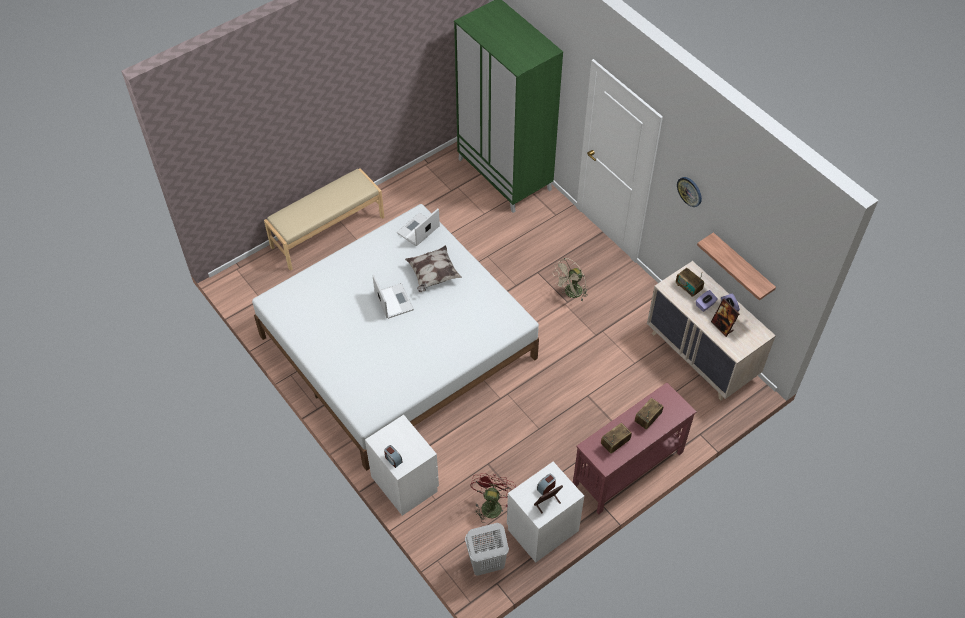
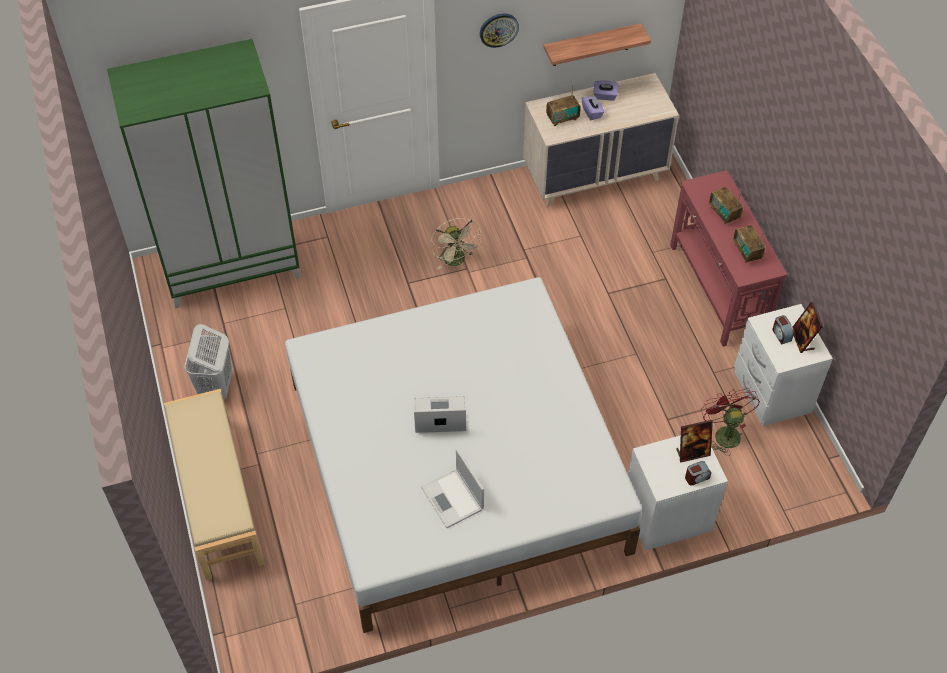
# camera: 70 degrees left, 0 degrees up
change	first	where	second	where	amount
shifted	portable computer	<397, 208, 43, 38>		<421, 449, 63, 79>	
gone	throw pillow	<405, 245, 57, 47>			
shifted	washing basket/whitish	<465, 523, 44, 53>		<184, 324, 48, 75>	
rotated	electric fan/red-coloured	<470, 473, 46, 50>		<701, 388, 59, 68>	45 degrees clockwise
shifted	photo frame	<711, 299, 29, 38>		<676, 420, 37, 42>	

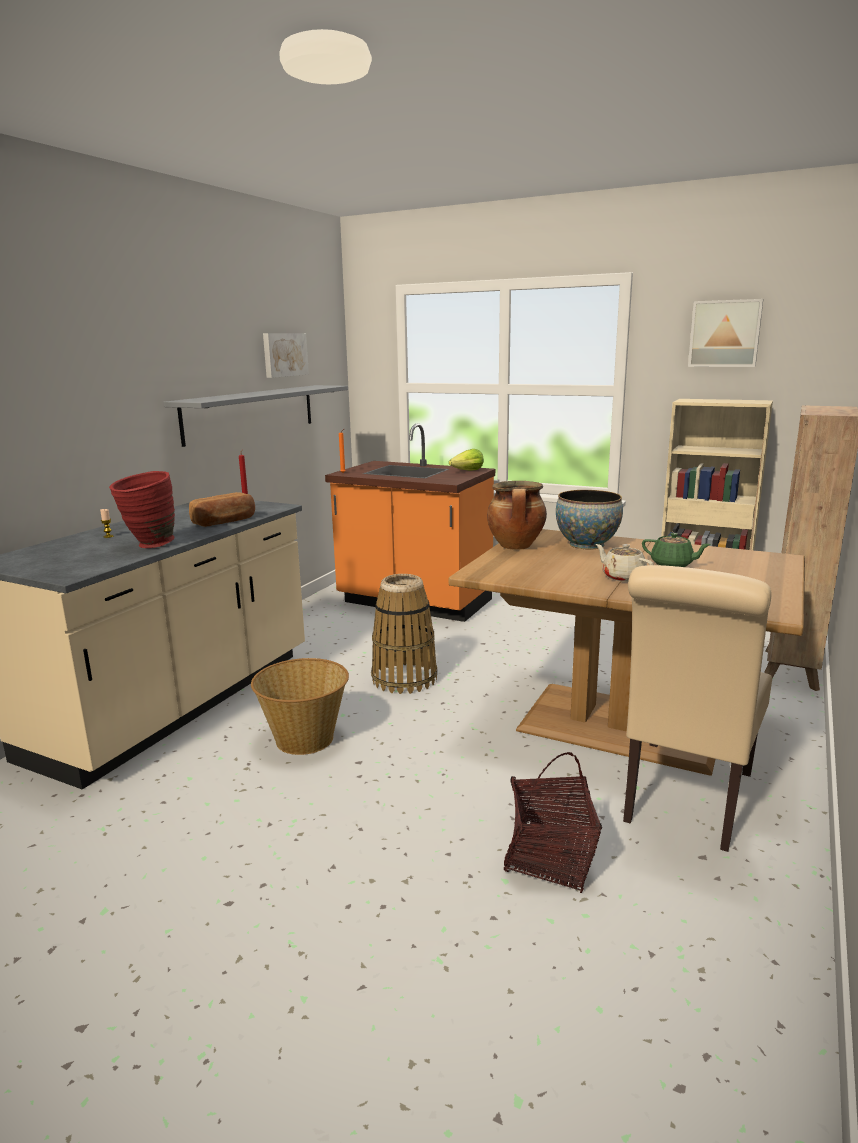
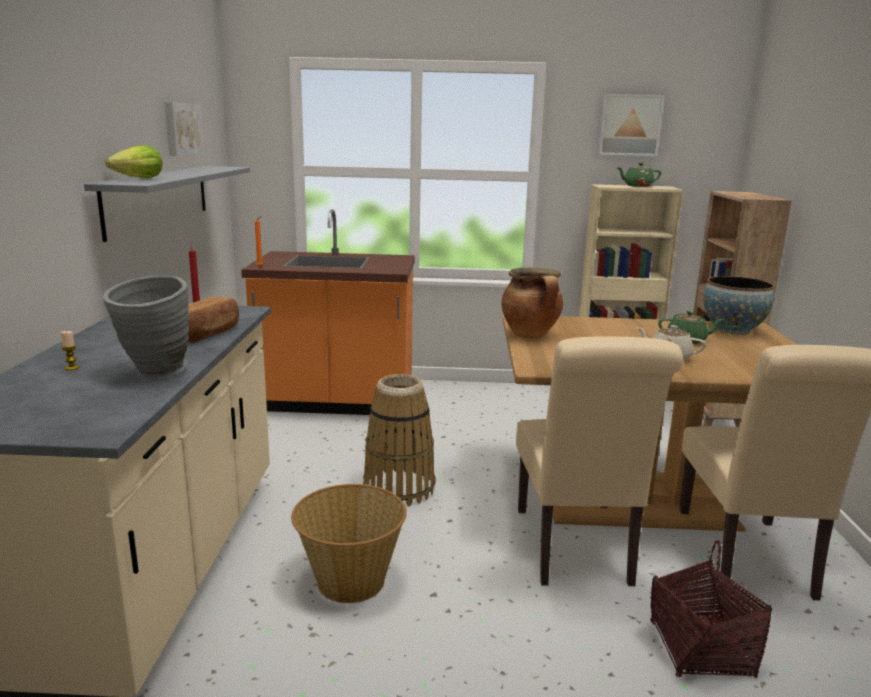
# camera: 25 degrees left, 0 degrees up
change	first	where	second	where	amount
repainted	decorative vase/red-coloured	<109, 471, 66, 77>	decorative vase/gray	<103, 276, 86, 103>	
shifted	head of lettuce	<449, 449, 35, 22>		<105, 145, 58, 33>	
shifted	deep dish	<556, 490, 67, 60>		<703, 276, 71, 59>	
new			upright chair/beige	<516, 336, 167, 250>	
new			teapot/green-coloured	<616, 163, 45, 24>	

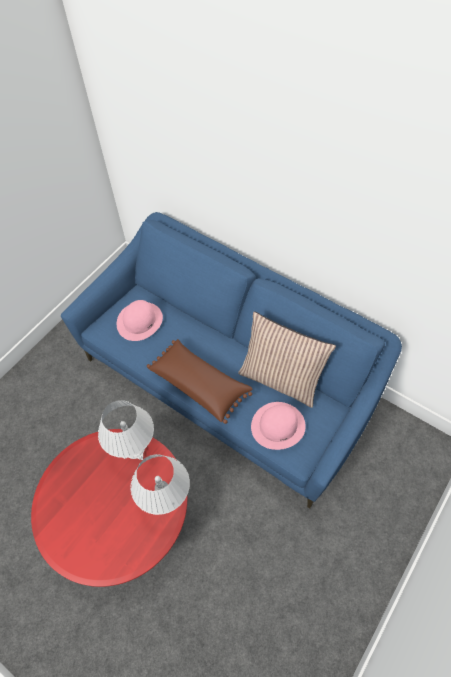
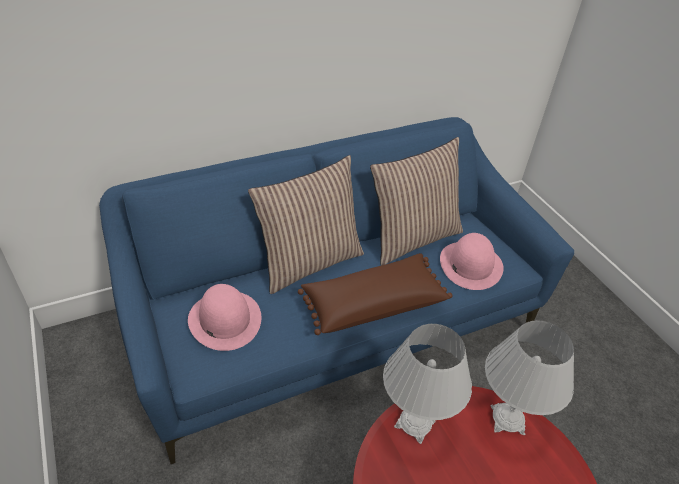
# camera: 65 degrees left, 15 degrees down
change	first	where	second	where	amount
new			throw pillow	<248, 155, 116, 139>	

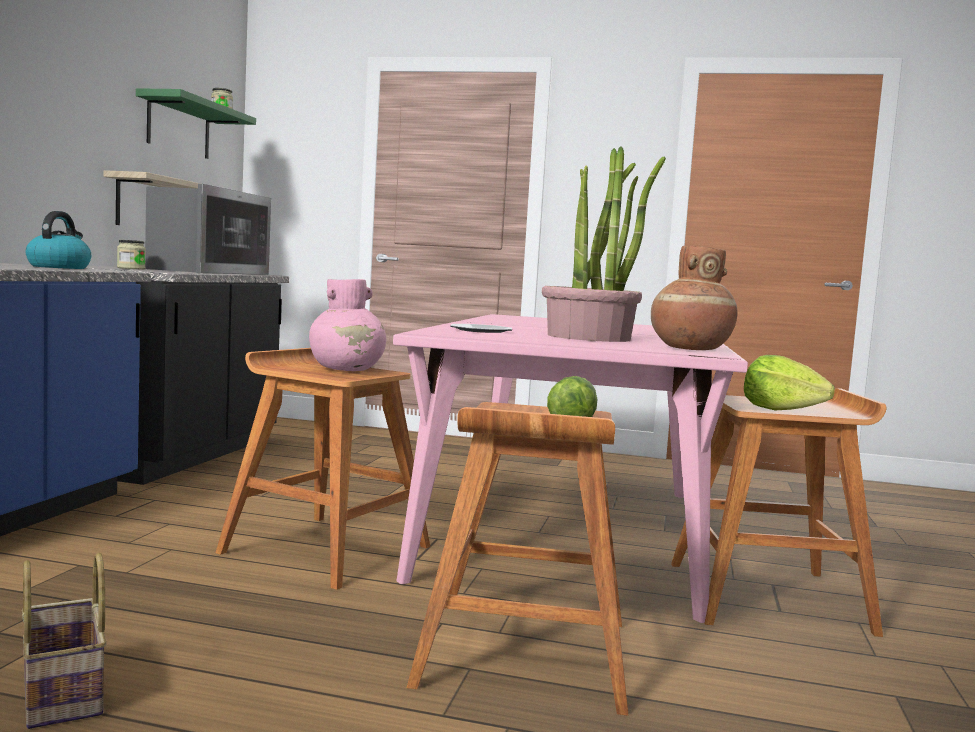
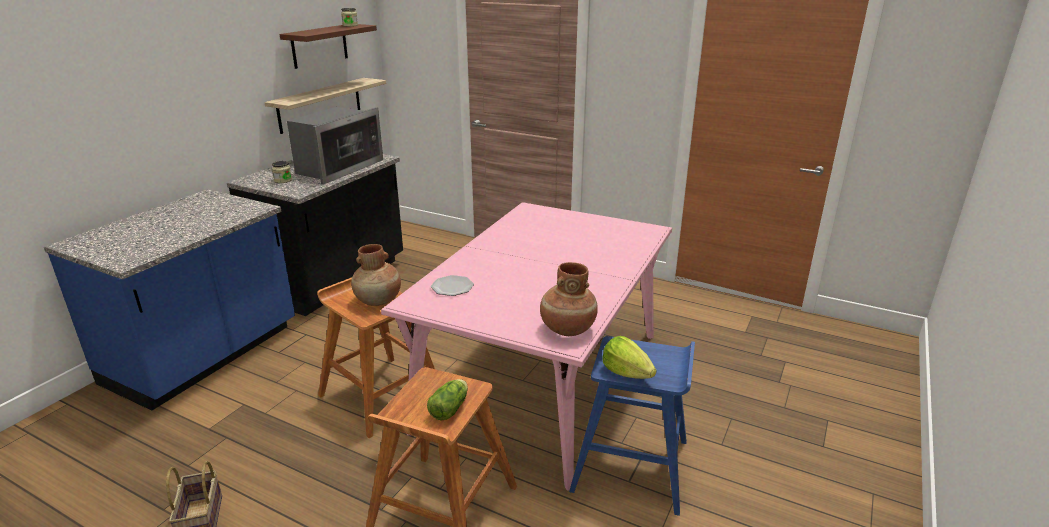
# camera: 15 degrees right, 20 degrees up
change	first	where	second	where	amount
gone	tea kettle	<25, 211, 66, 58>			
repainted	bracket shelf/green-coloured	<136, 88, 120, 71>	bracket shelf/brown-coloured	<279, 24, 98, 45>	
repainted	decorative vase/pink-coloured	<309, 279, 77, 92>	decorative vase/brown-coloured	<351, 244, 50, 62>	
gone	plant in a pot	<542, 146, 124, 196>			
repainted	stool seat/brown-coloured	<671, 388, 215, 249>	stool seat/blue	<569, 336, 126, 180>	

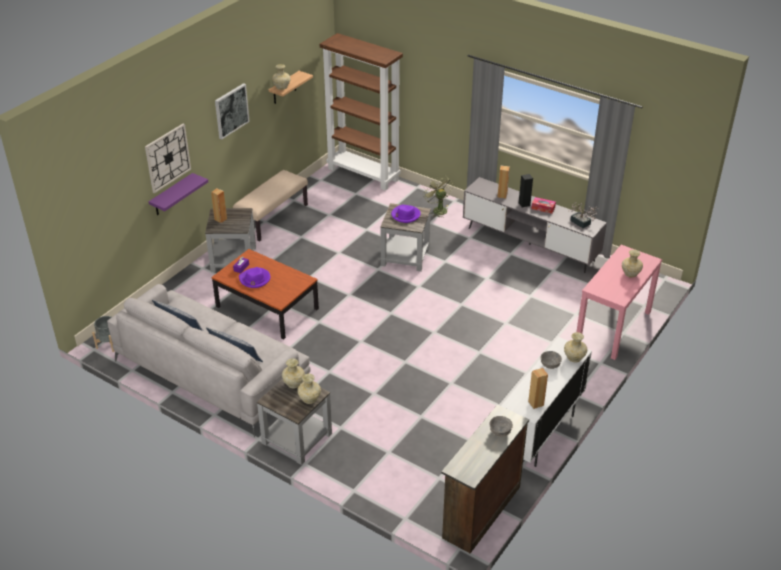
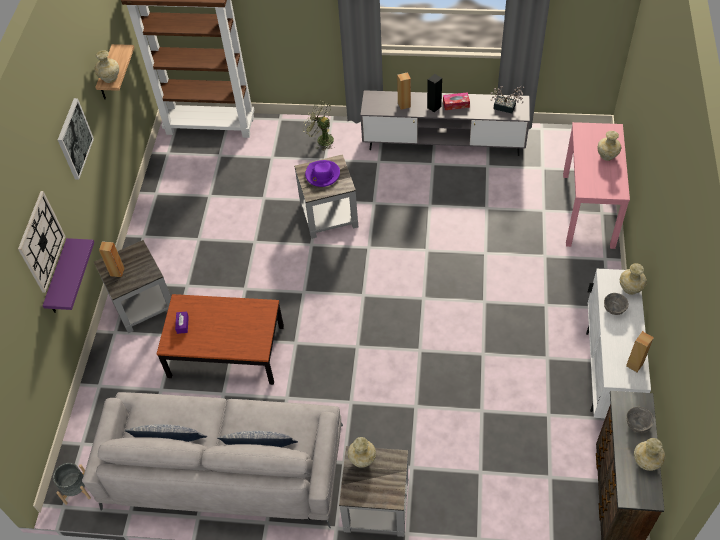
# camera: 25 degrees left, 15 degrees up
change	first	where	second	where	amount
gone	bench/beige	<233, 170, 75, 72>			
gone	hat/purple-coloured	<239, 267, 31, 21>			
shifted	decorative vase/beige	<297, 374, 24, 30>		<634, 438, 31, 33>	

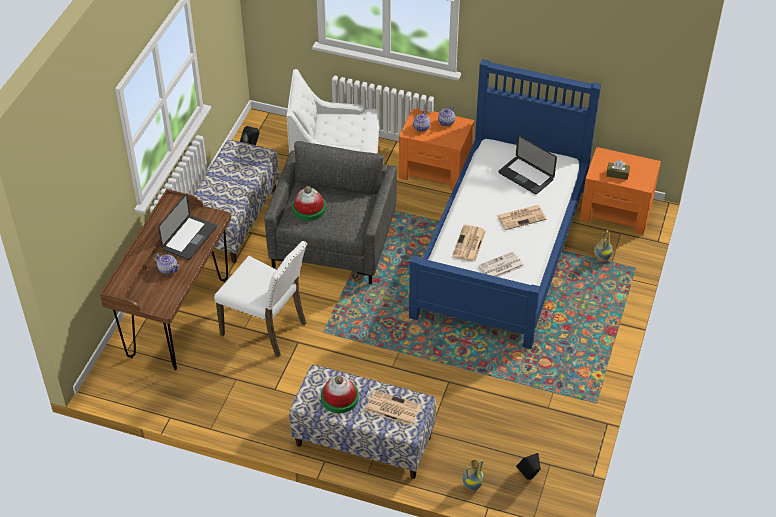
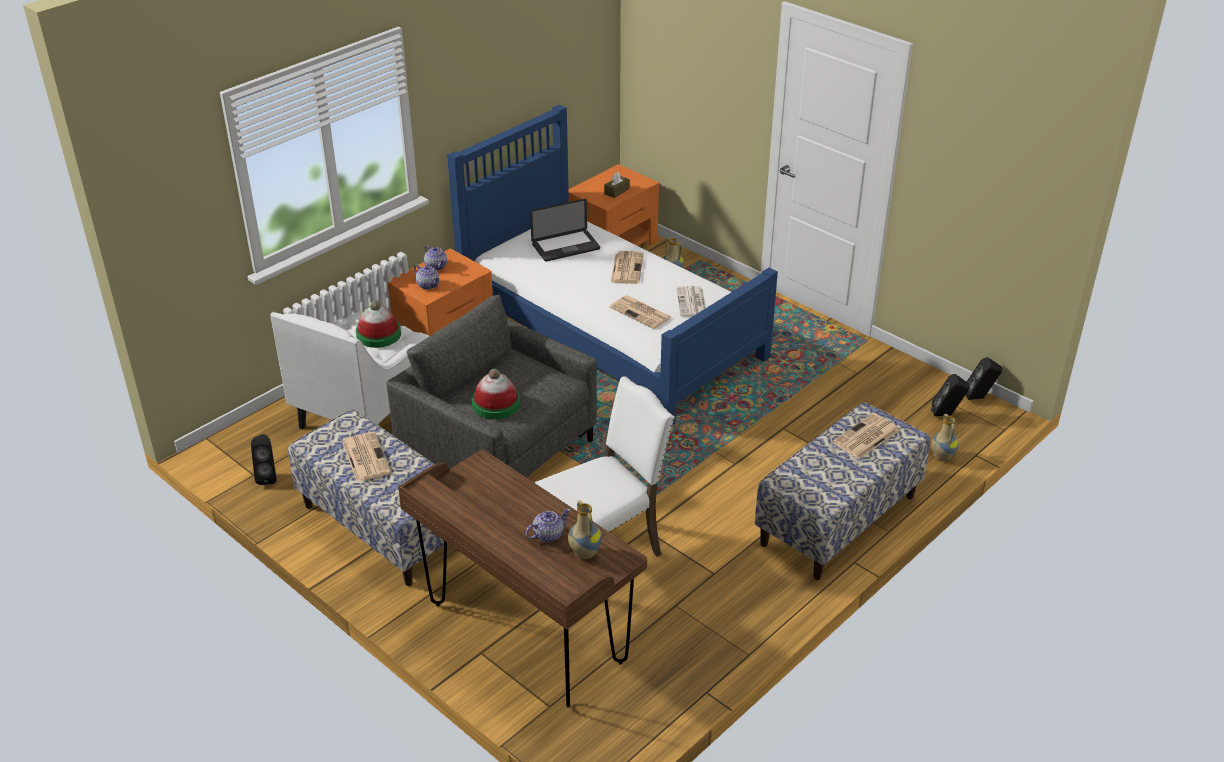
# camera: 65 degrees left, 10 degrees down
change	first	where	second	where	amount
gone	portable computer	<158, 193, 59, 67>			
shifted	hat	<321, 376, 38, 37>		<356, 301, 45, 47>	
new			newspaper	<342, 432, 49, 50>	
new			decorative vase	<568, 500, 34, 59>	
new			loudspeaker/blackish	<966, 357, 36, 43>	

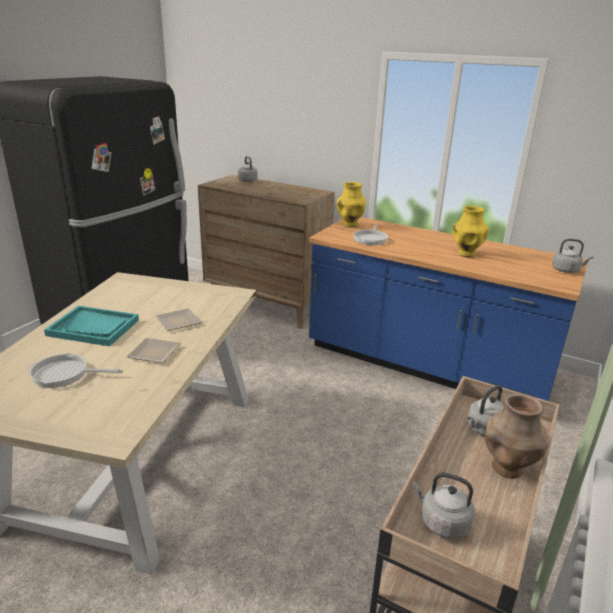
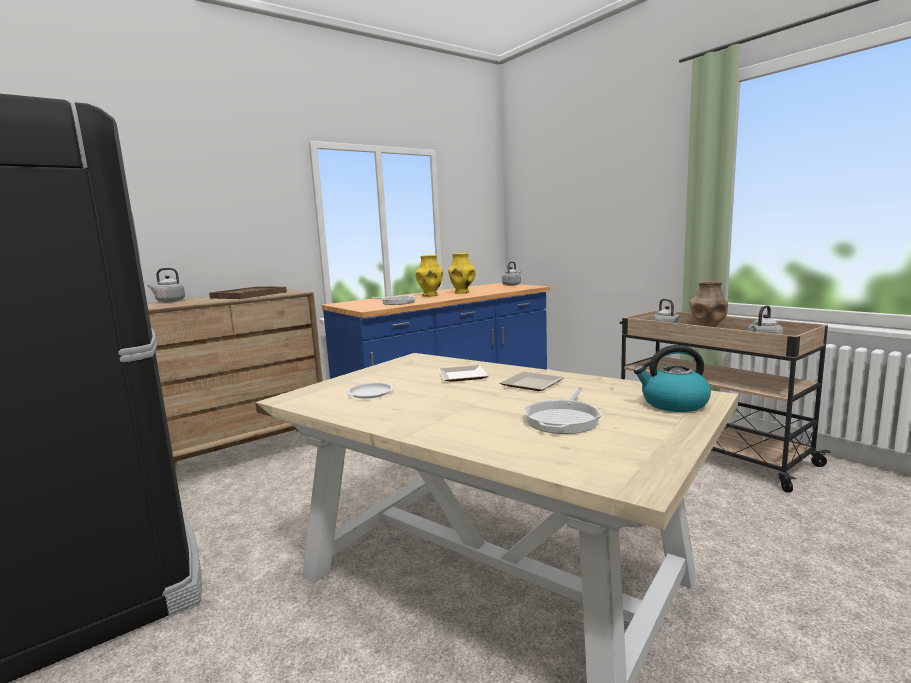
# camera: 65 degrees left, 15 degrees down
change	first	where	second	where	amount
gone	tray/turquoise-coloured	<44, 306, 95, 40>			
shifted	decorative vase/yellow	<337, 182, 29, 45>		<415, 255, 28, 42>	
new			tray/brown-coloured	<209, 287, 78, 12>	
new			dinner plate/whitish	<347, 383, 47, 16>	
new			tea kettle	<634, 345, 77, 67>	

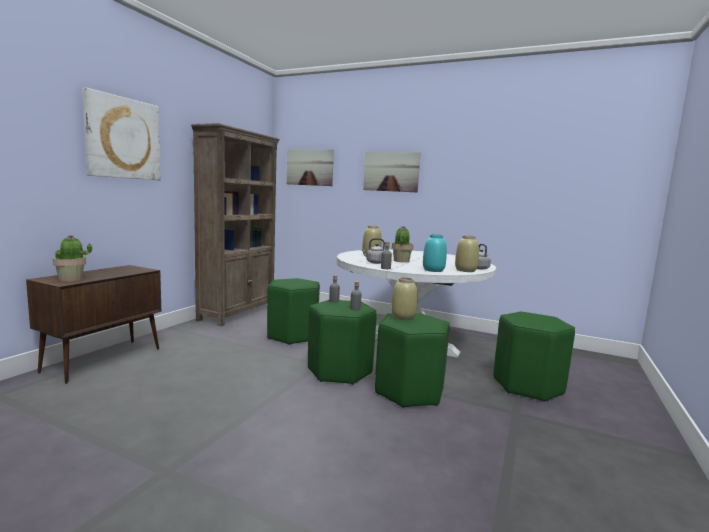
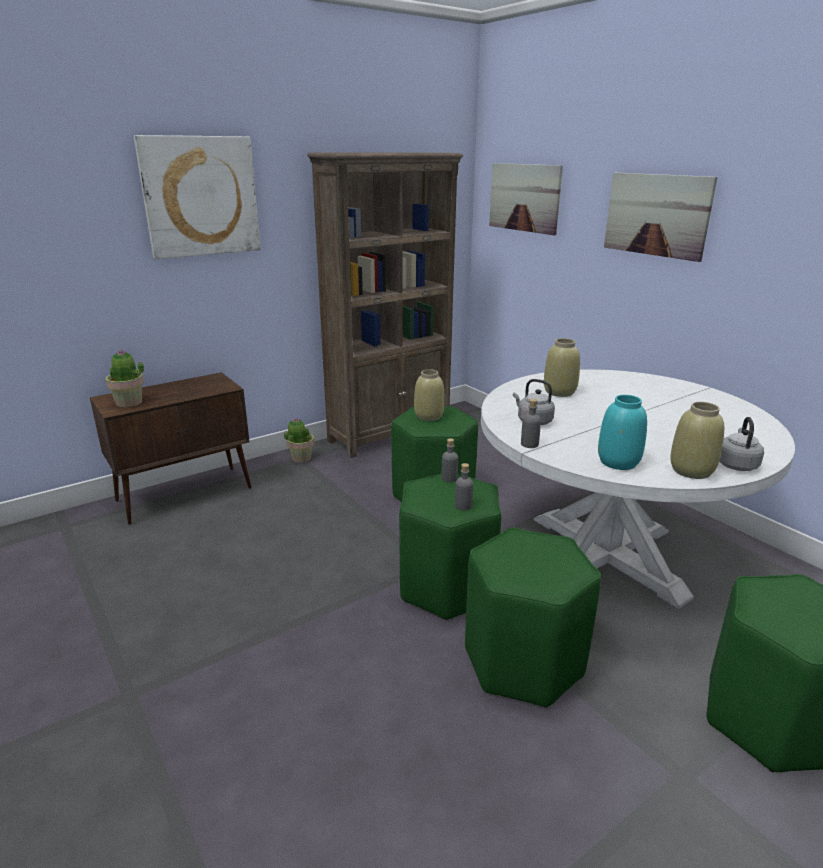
# camera: 30 degrees right, 15 degrees up
change	first	where	second	where	amount
shifted	decorative vase/beige	<391, 277, 26, 43>		<414, 369, 31, 52>	
shifted	plant in a pot	<392, 226, 22, 36>		<284, 417, 30, 45>	

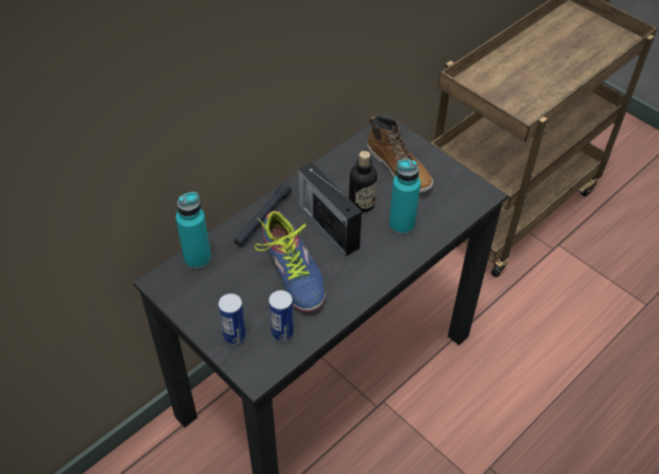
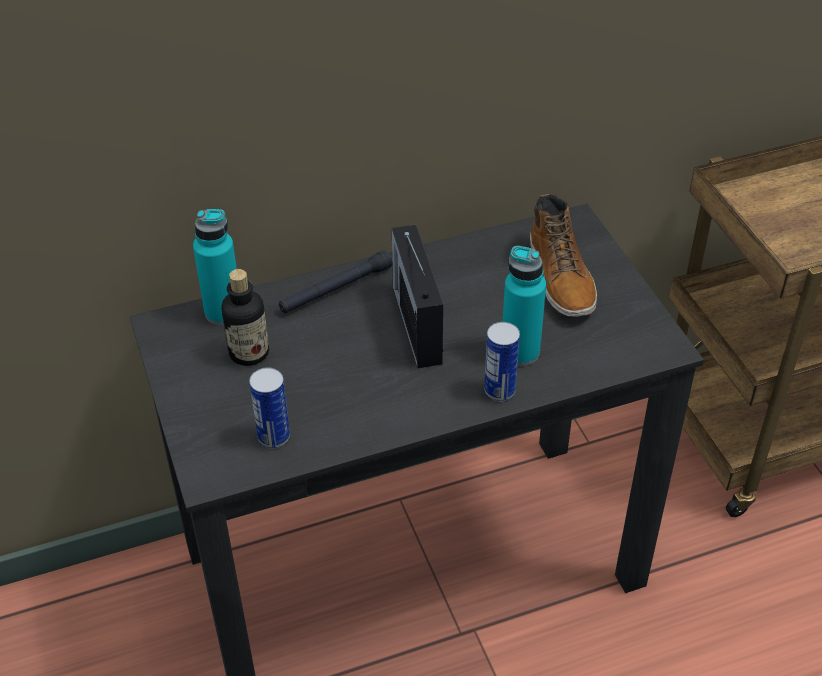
# camera: 25 degrees right, 5 degrees down
change	first	where	second	where	amount
shifted	metal can	<218, 293, 28, 53>		<484, 322, 36, 79>	
gone	item of footwear	<254, 211, 71, 101>			
shifted	drink bottle	<349, 151, 28, 61>		<221, 269, 48, 97>	

